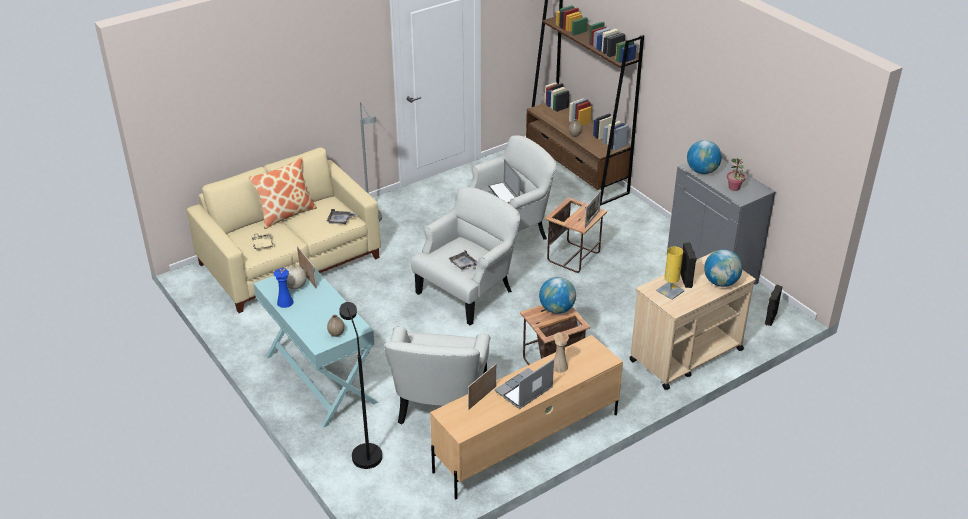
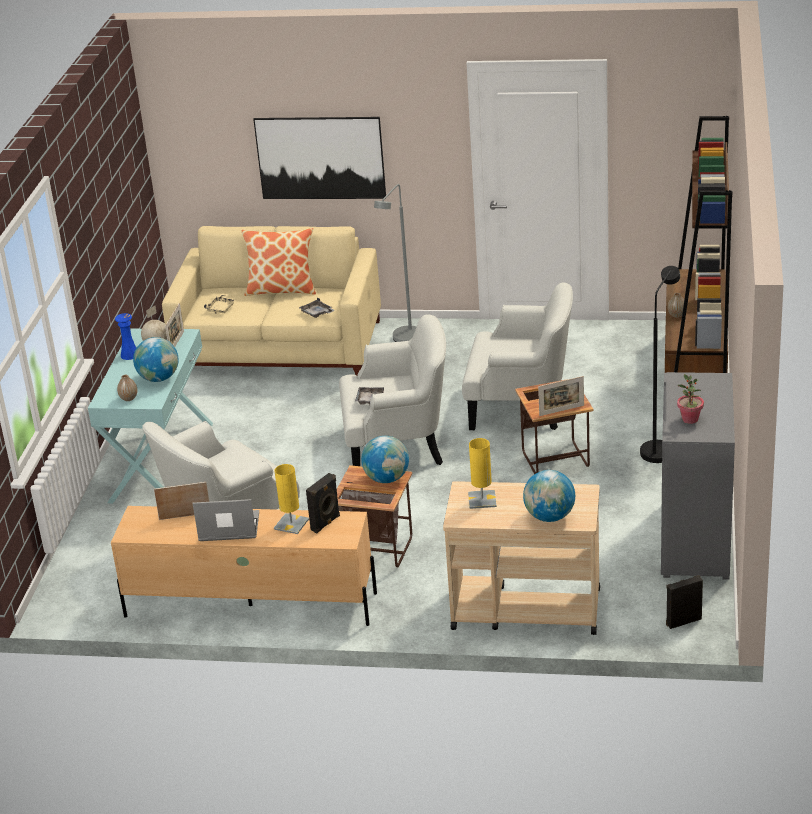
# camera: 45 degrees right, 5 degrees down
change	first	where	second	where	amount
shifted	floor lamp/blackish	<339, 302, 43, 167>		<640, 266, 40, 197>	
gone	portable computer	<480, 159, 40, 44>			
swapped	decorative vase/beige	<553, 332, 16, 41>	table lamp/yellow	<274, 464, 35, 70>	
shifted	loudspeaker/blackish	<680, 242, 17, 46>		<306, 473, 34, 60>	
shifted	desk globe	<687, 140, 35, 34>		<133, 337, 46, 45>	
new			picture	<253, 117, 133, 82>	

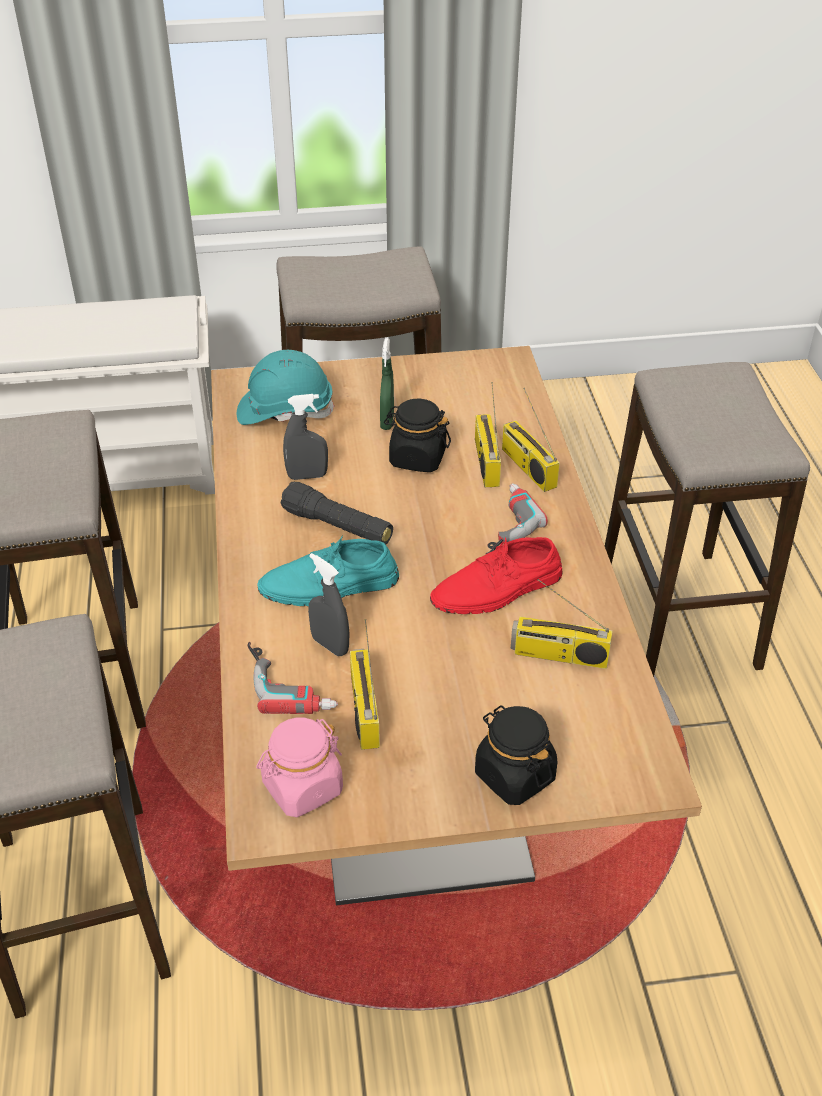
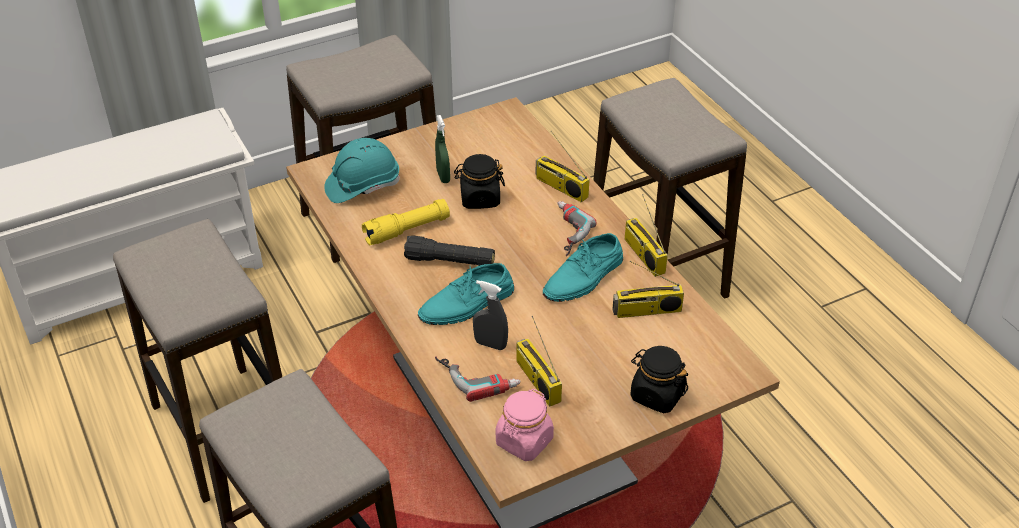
# camera: 20 degrees left, 0 degrees up
change	first	where	second	where	amount
swapped	spray bottle/gray	<283, 394, 45, 86>	torch/yellow	<362, 199, 88, 46>	
repainted	item of footwear/red-coloured	<430, 537, 132, 77>	item of footwear/turquoise-coloured	<543, 233, 80, 69>	
shifted	radio set	<475, 382, 26, 105>		<625, 194, 43, 83>	

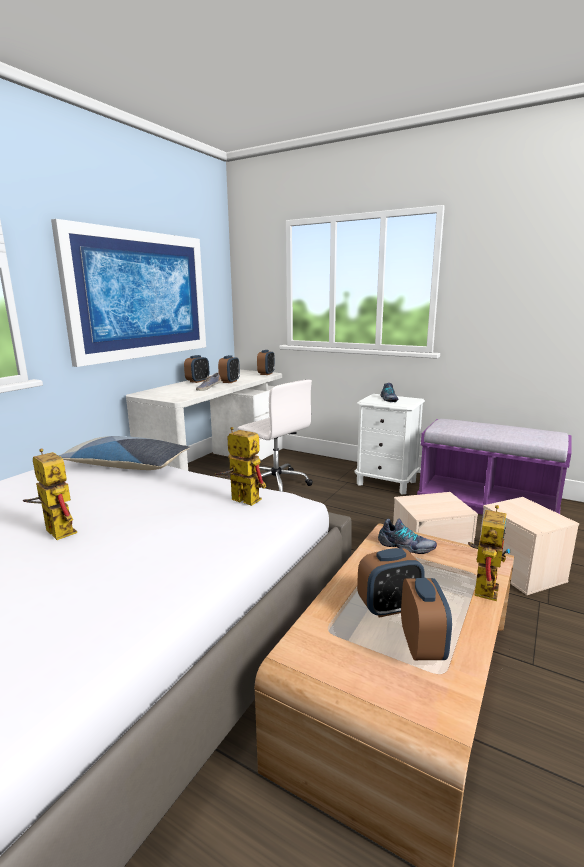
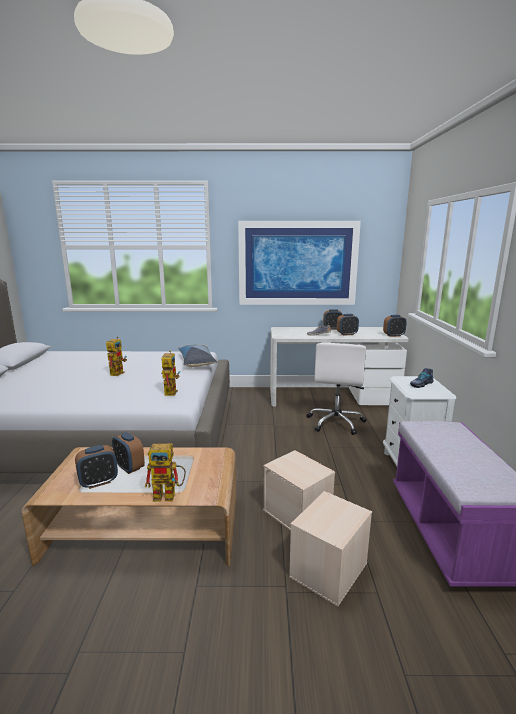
# camera: 60 degrees right, 0 degrees up
change	first	where	second	where	amount
gone	item of footwear	<378, 518, 59, 36>			

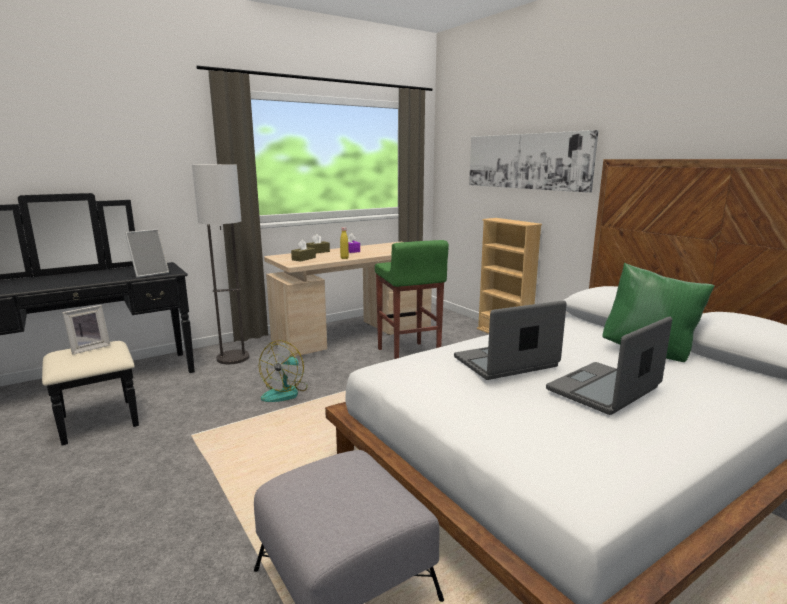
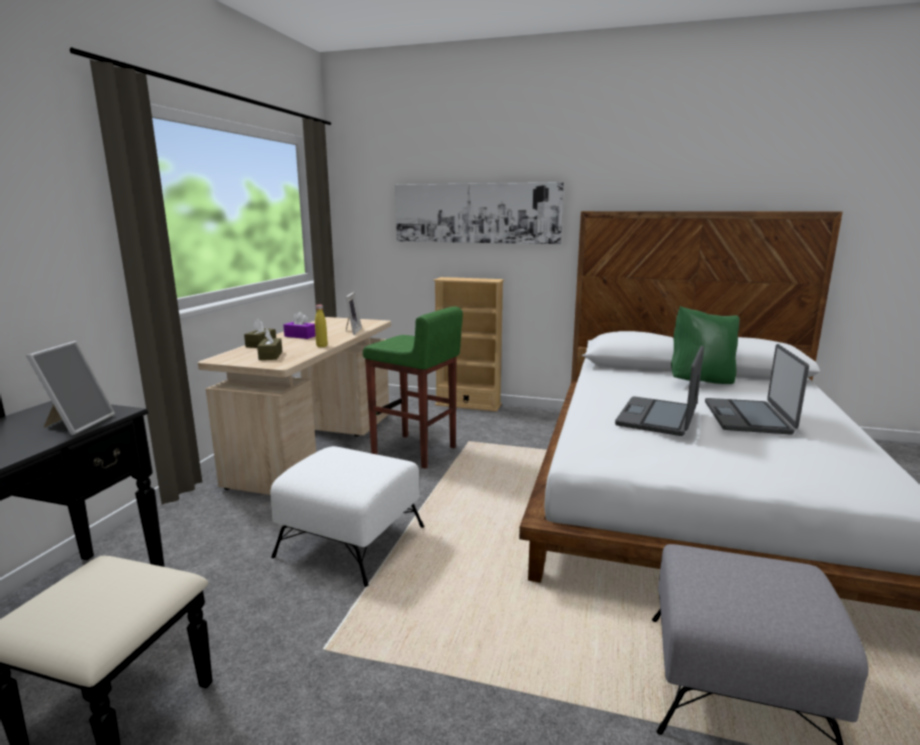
# camera: 40 degrees left, 0 degrees up
change	first	where	second	where	amount
shifted	photo frame	<62, 305, 48, 50>		<345, 292, 17, 43>	
gone	floor lamp	<192, 164, 57, 200>			
swapped	electric fan	<259, 340, 49, 62>	ottoman/whitish	<271, 446, 153, 141>	

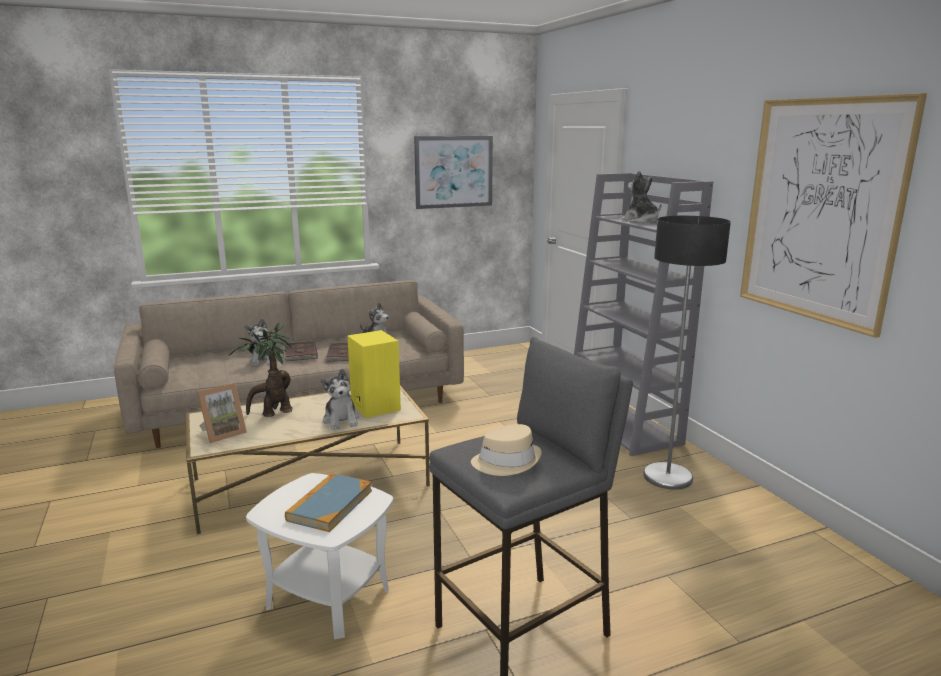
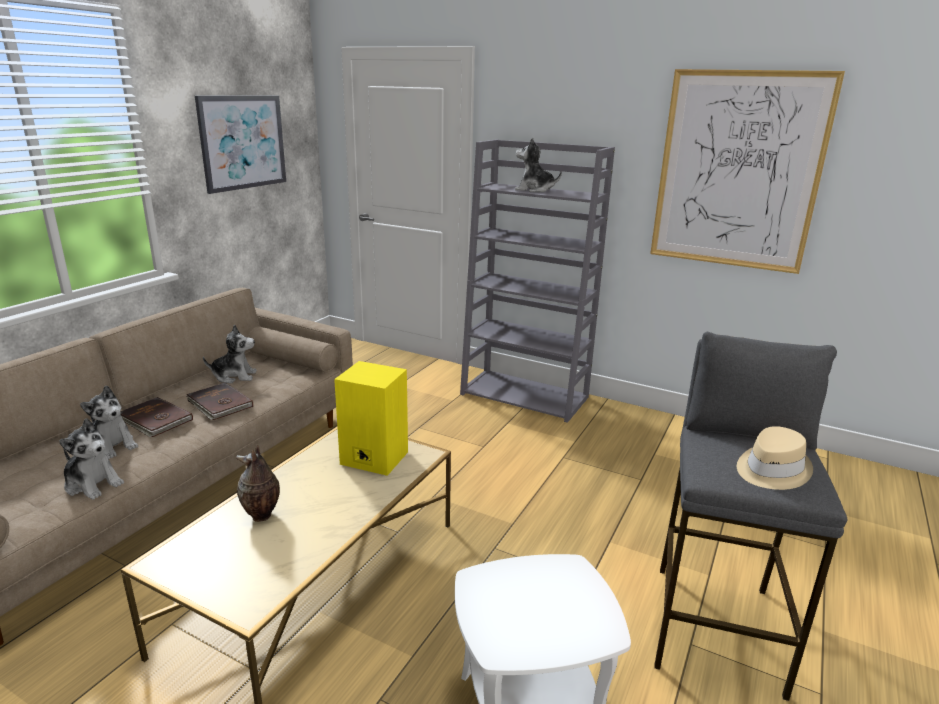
# camera: 40 degrees left, 5 degrees up
change	first	where	second	where	amount
gone	photo frame	<197, 383, 50, 60>			
swapped	plant in a pot	<229, 323, 64, 94>	decorative vase	<236, 444, 44, 78>	
gone	bound book	<285, 473, 87, 59>			
shifted	soft toy	<321, 369, 38, 61>		<59, 418, 65, 82>	
gone	floor lamp	<643, 216, 88, 274>			

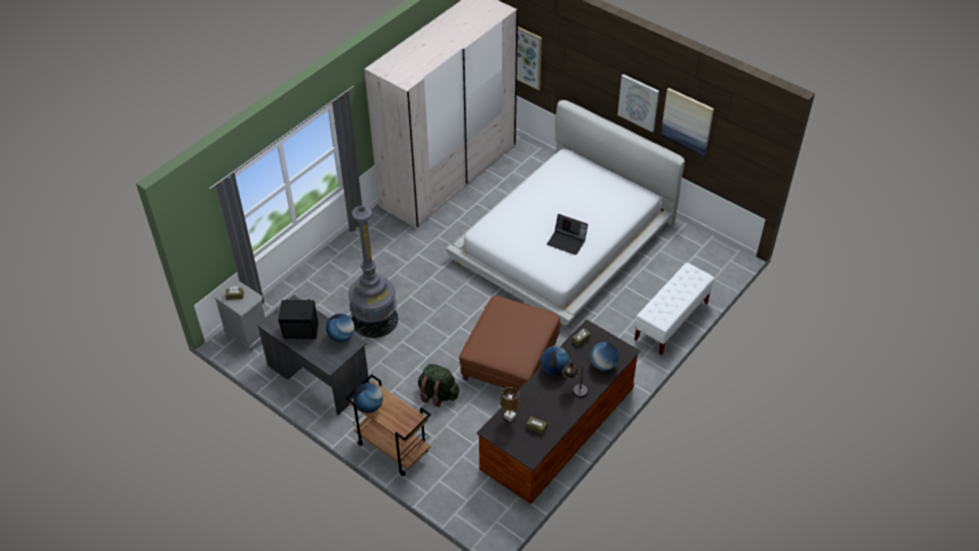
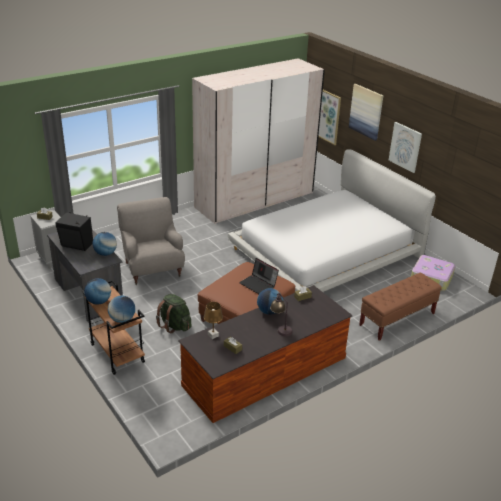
# camera: 15 degrees right, 15 degrees down
change	first	where	second	where	amount
swapped	floor lamp/gray	<348, 206, 50, 132>	lounge chair/gray	<117, 197, 68, 88>	
shifted	portable computer	<547, 214, 41, 41>		<239, 258, 40, 36>	
shifted	desk globe	<590, 342, 29, 29>		<108, 295, 27, 28>	
repainted	bench/whitish	<634, 263, 80, 93>	bench/brown-coloured	<359, 273, 83, 68>	
shifted	picture	<661, 88, 53, 69>		<349, 84, 34, 57>	
new			suitcase	<411, 255, 45, 36>	

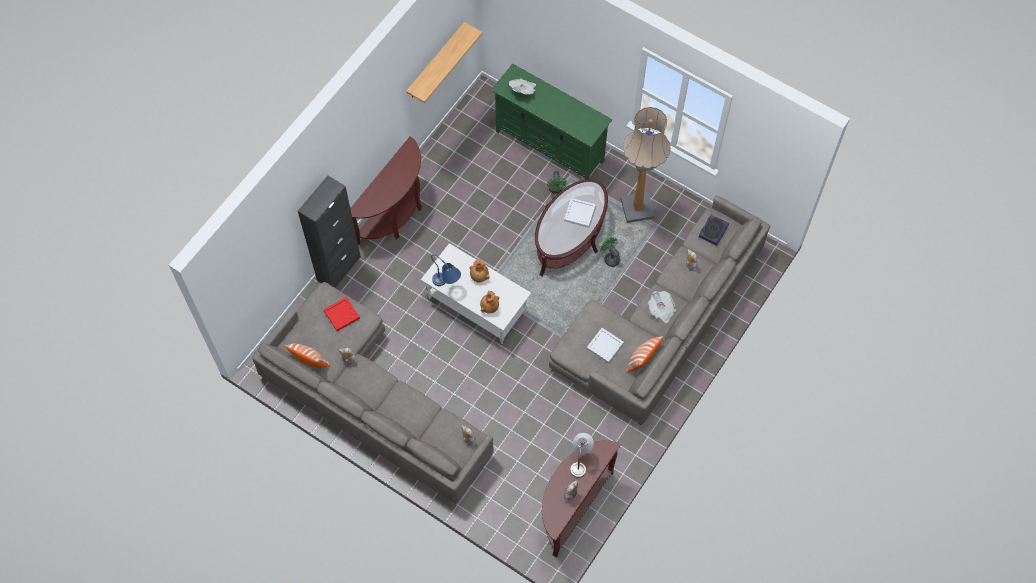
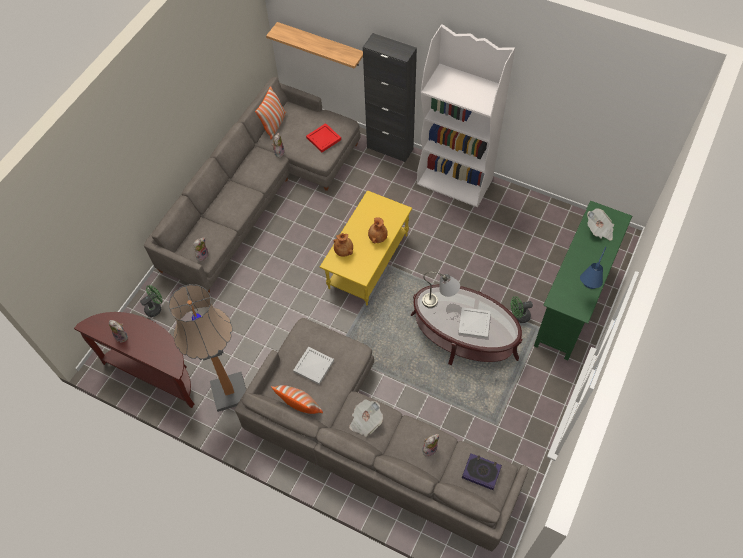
# camera: 85 degrees right, 5 degrees down
change	first	where	second	where	amount
swapped	narrow table/brown-coloured	<350, 137, 72, 108>	shelving unit/whitish	<417, 24, 98, 183>	
shifted	bracket shelf	<406, 22, 77, 81>		<266, 22, 97, 47>	
repainted	low table/whitish	<421, 243, 110, 101>	low table/yellow	<320, 190, 92, 115>	
shifted	table lamp/blue	<431, 254, 30, 32>		<580, 247, 26, 42>	
shifted	table lamp/gray	<570, 433, 24, 45>		<422, 272, 38, 36>	
shifted	electric fan/green-coloured	<600, 237, 20, 30>		<140, 285, 23, 32>	
shifted	floor lamp	<621, 107, 50, 116>		<168, 284, 78, 128>	

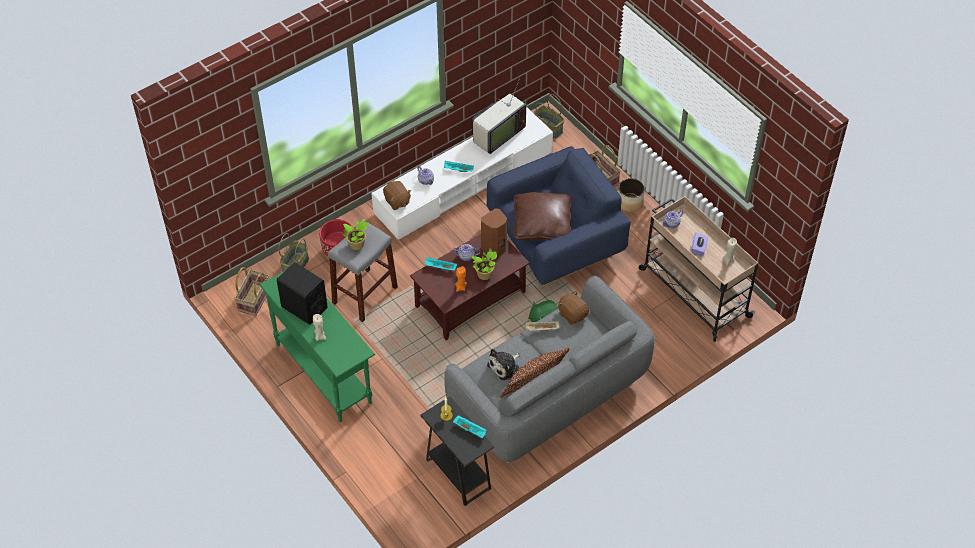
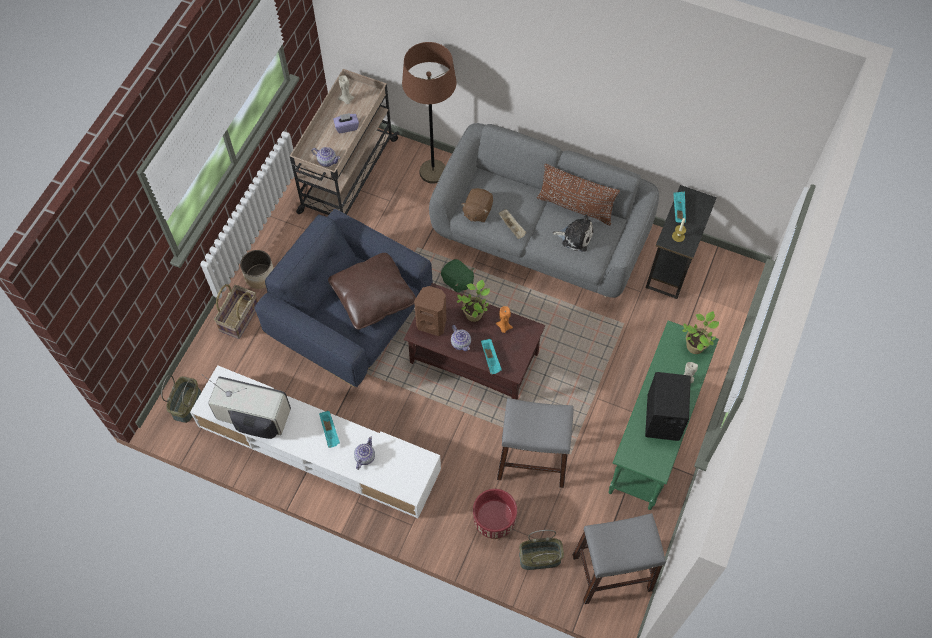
# camera: 120 degrees left, 10 degrees up
change	first	where	second	where	amount
swapped	household basket	<234, 267, 35, 49>	stool seat/gray	<573, 513, 93, 91>	
shifted	plant in a pot	<342, 219, 27, 31>		<682, 311, 37, 43>	
gone	soft toy/brown-coloured	<383, 181, 28, 29>			
new			floor lamp/brown-coloured	<402, 42, 54, 142>	

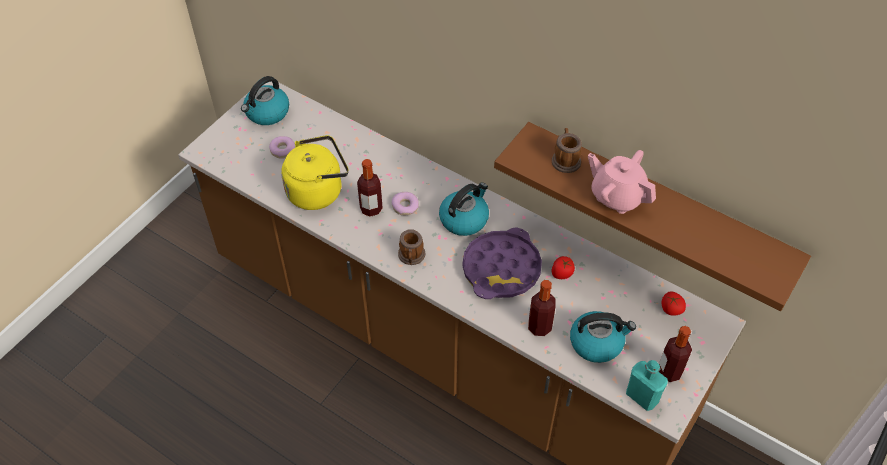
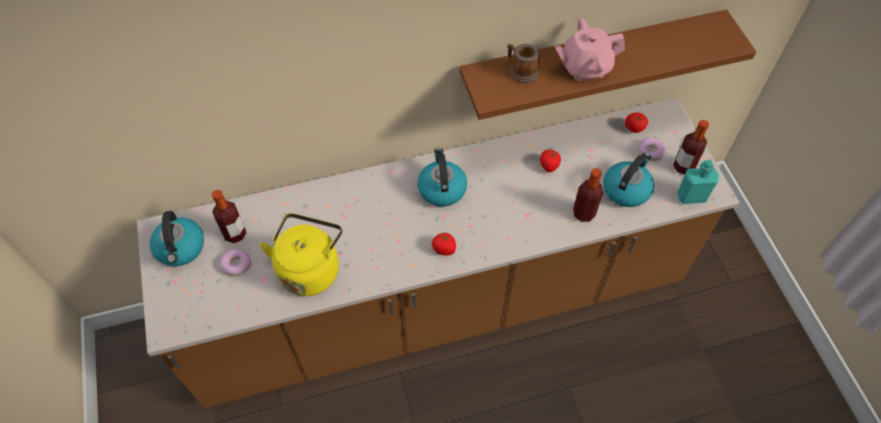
# camera: 50 degrees left, 5 degrees up
change	first	where	second	where	amount
shifted	drink bottle	<357, 159, 26, 58>		<212, 190, 35, 53>	
shifted	donut	<392, 192, 27, 23>		<638, 137, 28, 24>	
swapped	mug	<398, 229, 27, 36>	fresh tomato	<432, 233, 24, 23>	
gone	tray/purple-coloured	<462, 228, 80, 71>			

